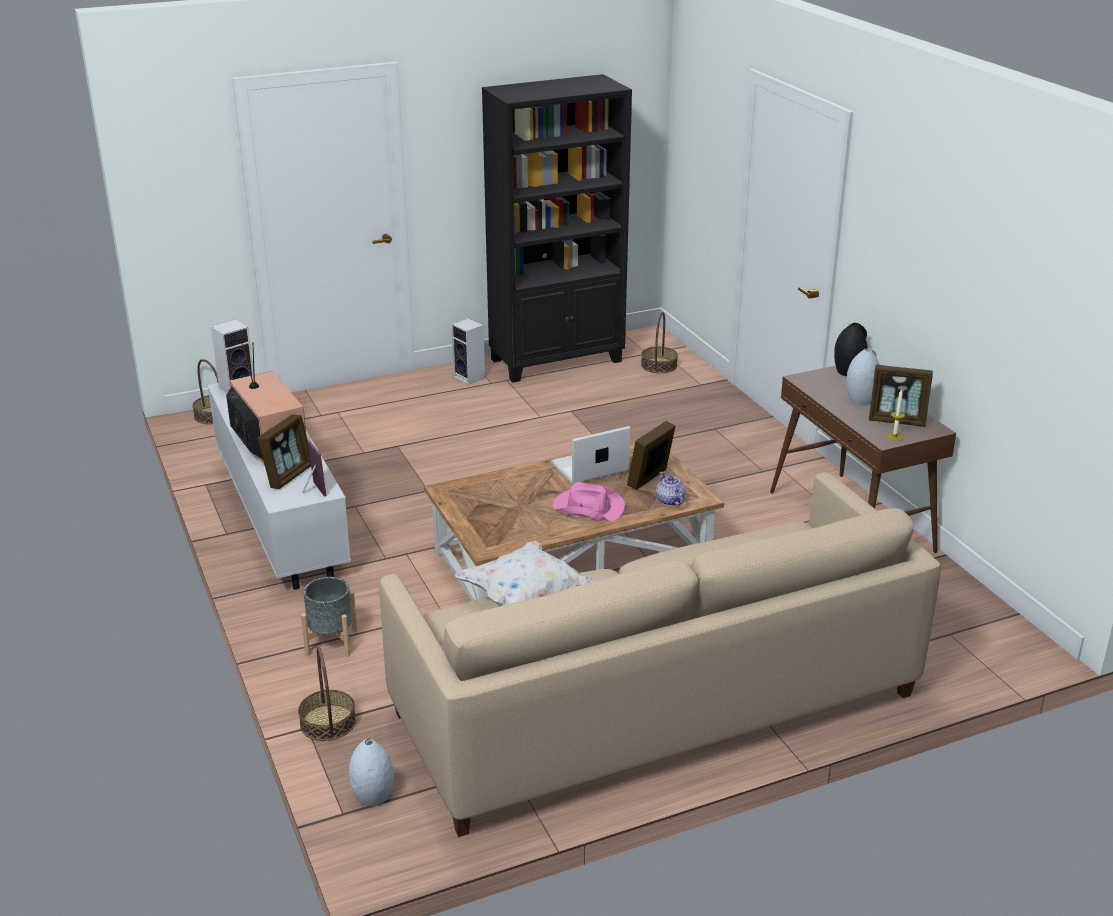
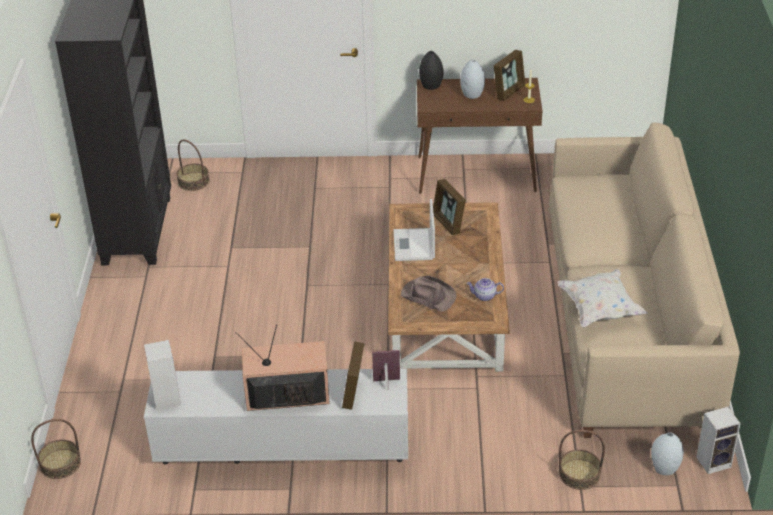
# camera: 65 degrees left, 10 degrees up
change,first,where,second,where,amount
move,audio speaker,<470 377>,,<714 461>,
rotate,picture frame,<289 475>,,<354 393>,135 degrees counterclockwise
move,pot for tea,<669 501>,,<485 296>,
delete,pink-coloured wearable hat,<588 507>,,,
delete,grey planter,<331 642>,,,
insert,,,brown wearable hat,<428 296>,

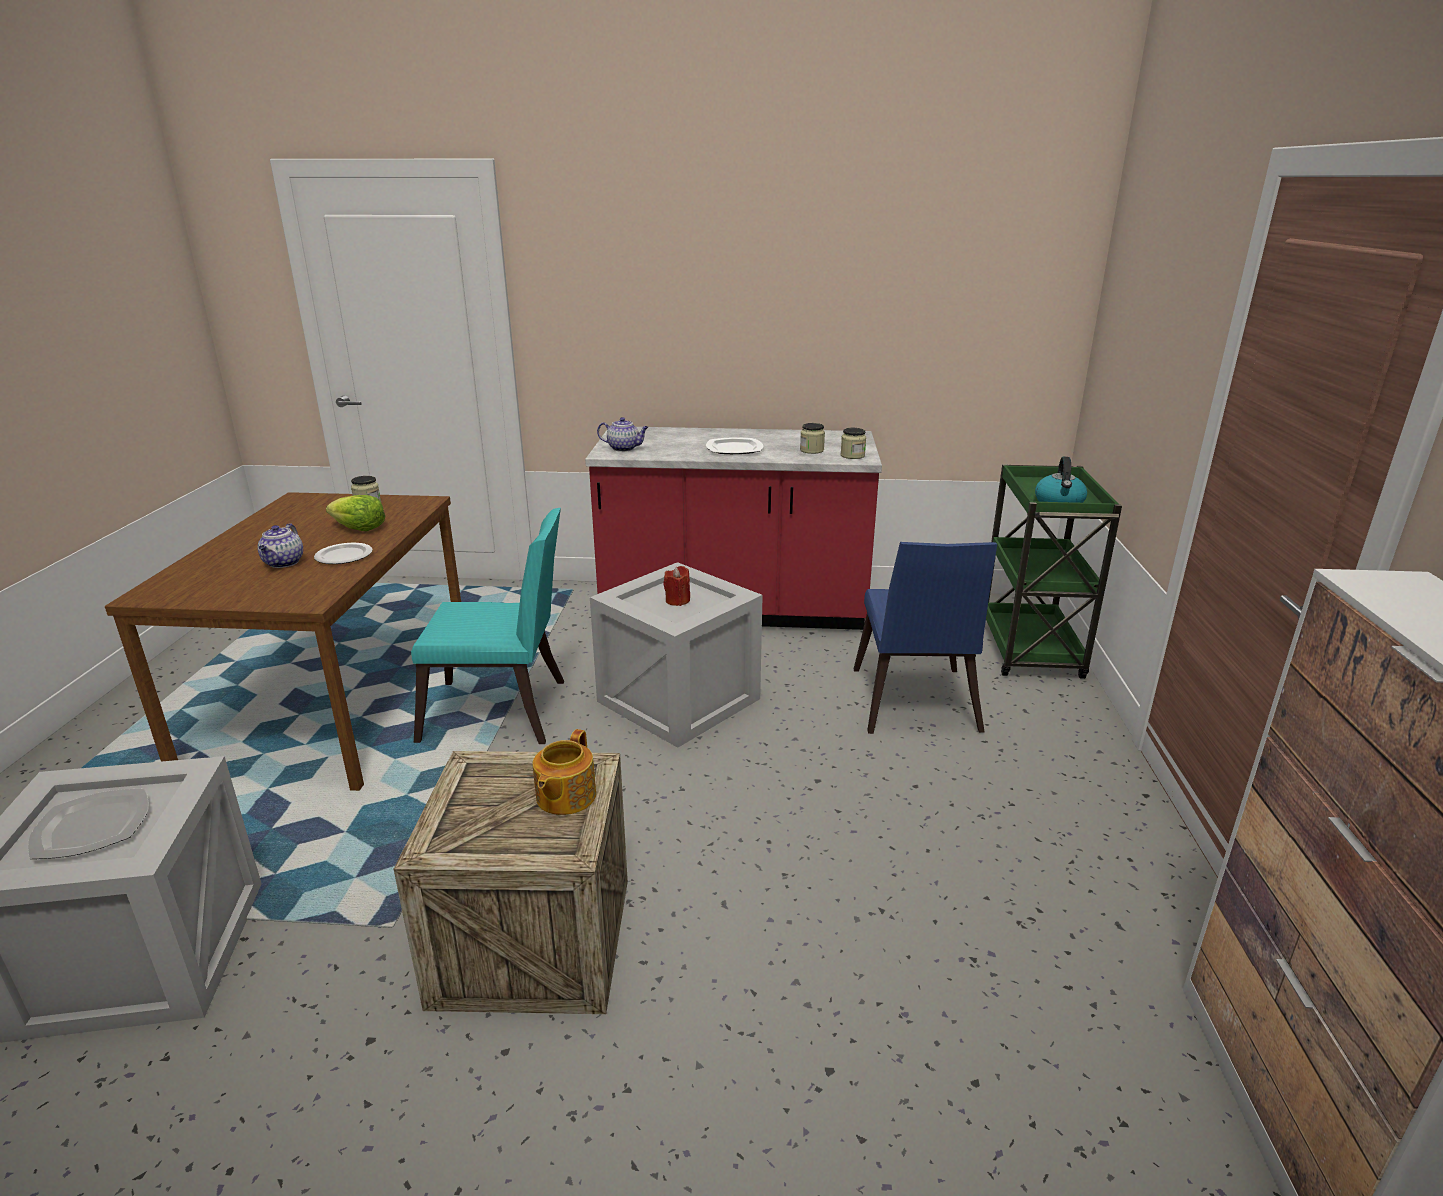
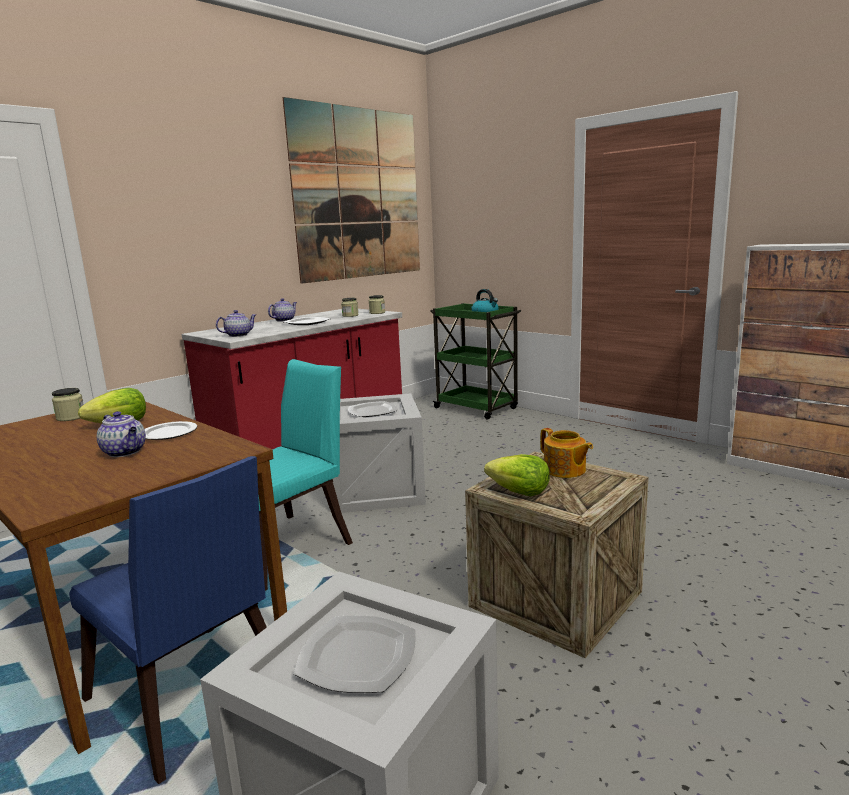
# camera: 50 degrees left, 10 degrees down
change,first,where,second,where,amount
move,bluish chair,<913 705>,,<193 703>,
replace,red-coloured wax candle,<677 600>,flat dish,<372 411>,
insert,,,picture,<358 194>,
insert,,,pot for tea,<284 320>,
insert,,,lettuce,<519 492>,

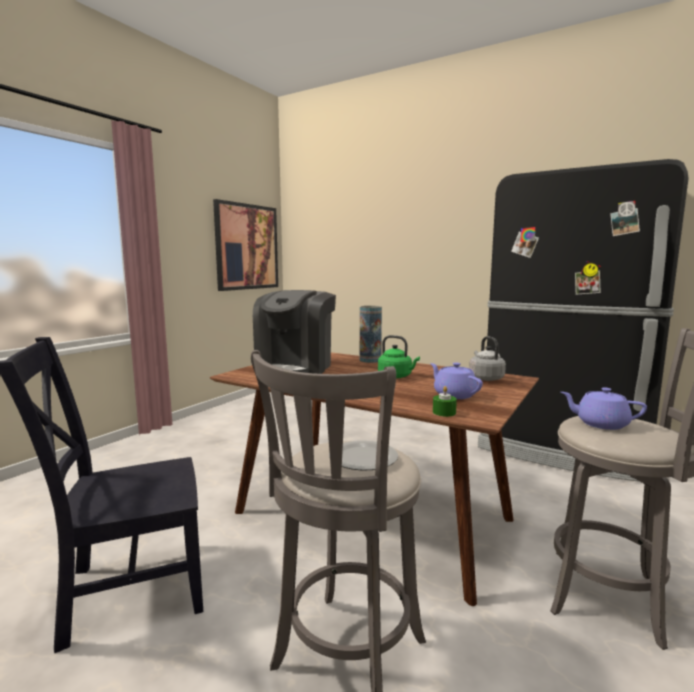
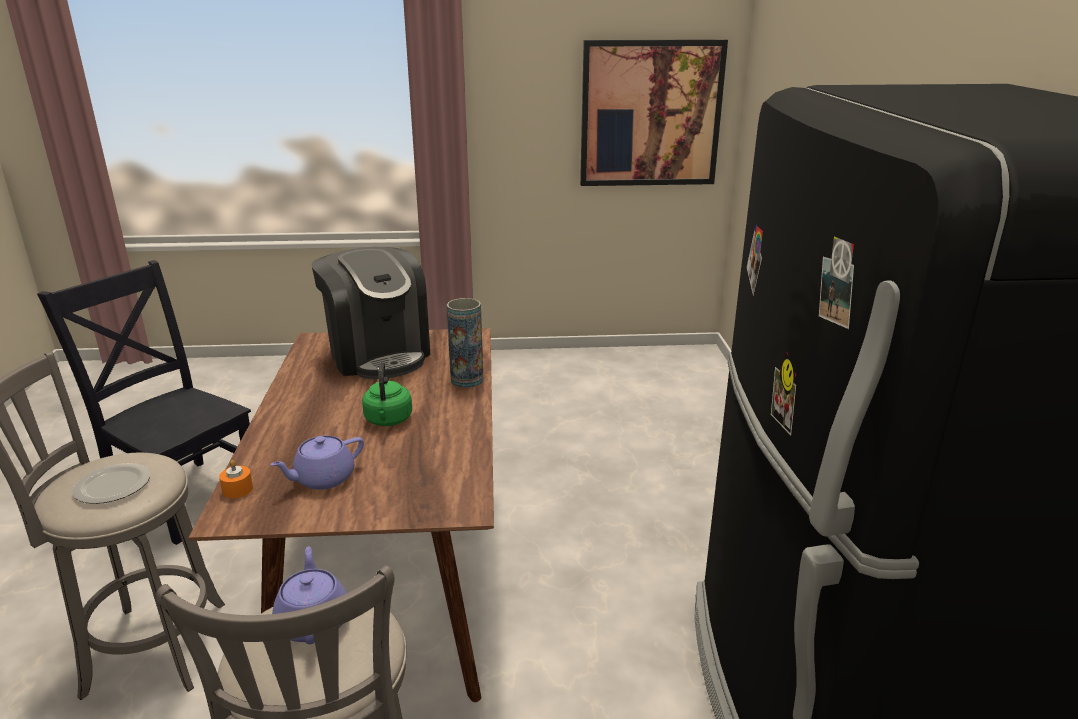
# camera: 55 degrees right, 15 degrees up
change,first,where,second,where,amount
rotate,coffee maker,<295 367>,,<378 354>,105 degrees counterclockwise
delete,grey water kettle,<485 378>,,,
rotate,purple pot for tea,<454 395>,,<323 478>,150 degrees counterclockwise
recolor,green wax candle,<444 412>,orange-coloured wax candle,<237 489>,

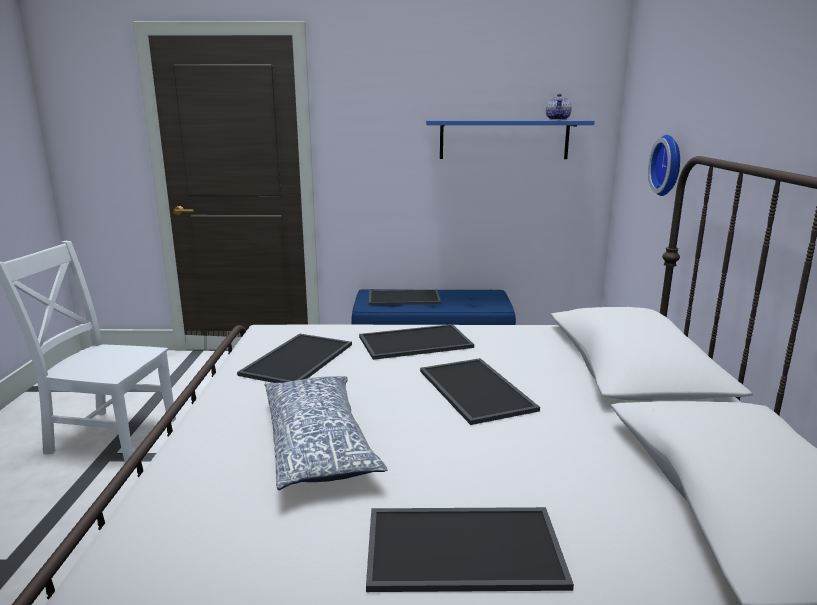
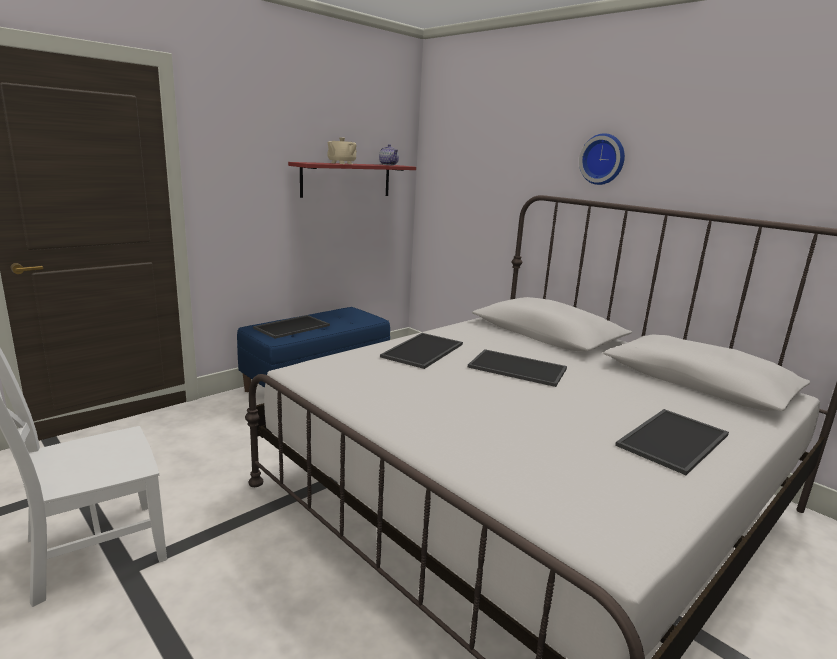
# camera: 45 degrees left, 0 degrees up
change,first,where,second,where,amount
recolor,bluish bracket shelf,<504 139>,red-coloured bracket shelf,<346 180>,
move,clock on the wall,<669 165>,,<603 159>,
delete,tray,<297 358>,,,
delete,pillow,<319 443>,,,
insert,,,beige-coloured pot for tea,<341 163>,

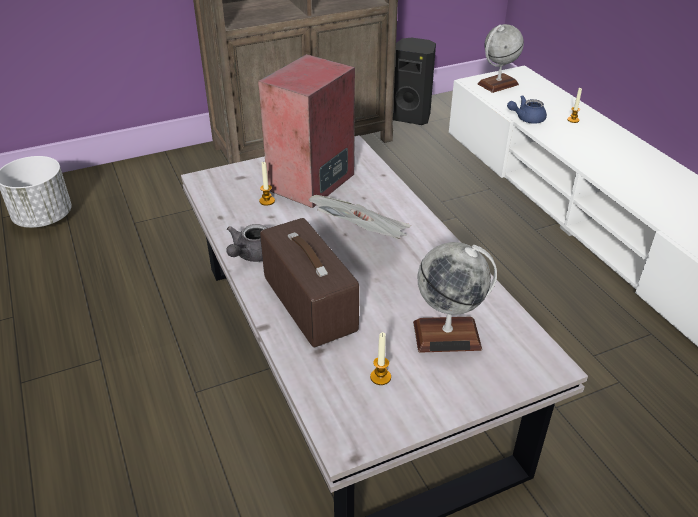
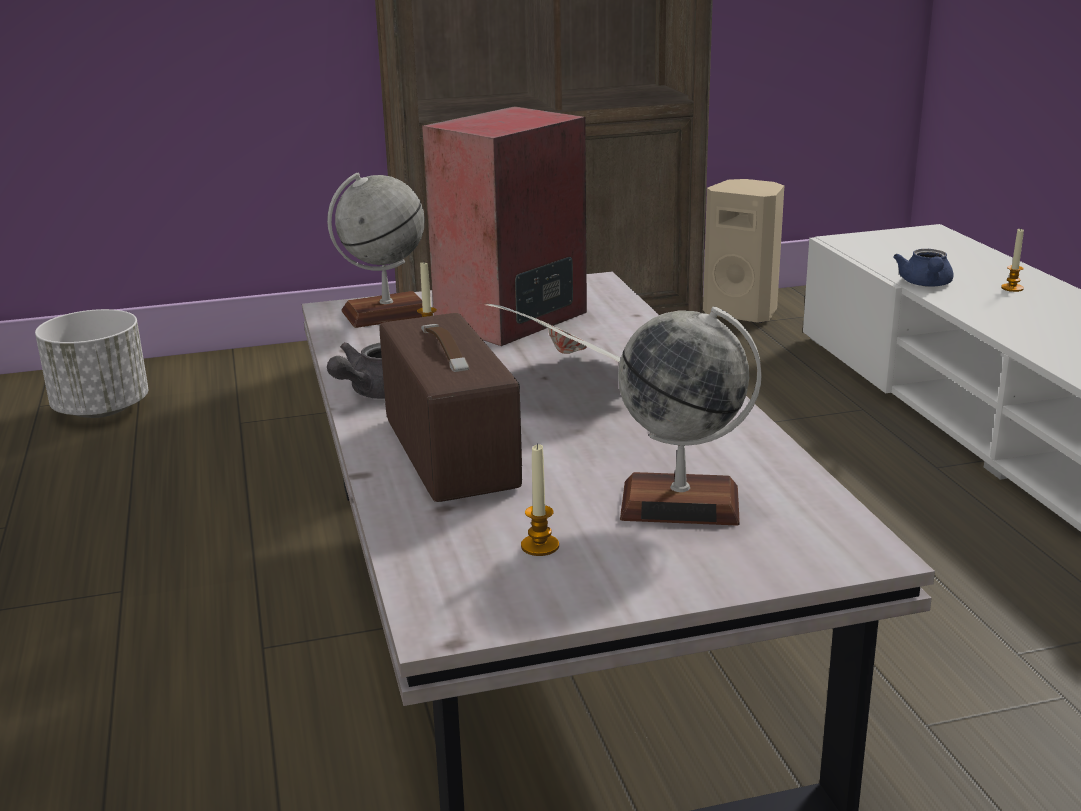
# camera: 10 degrees right, 15 degrees down
change,first,where,second,where,amount
move,globe,<498 84>,,<386 313>,
recolor,black audio speaker,<411 116>,beige-coloured audio speaker,<742 312>,
rotate,bluish pot for tea,<526 119>,,<926 284>,75 degrees counterclockwise

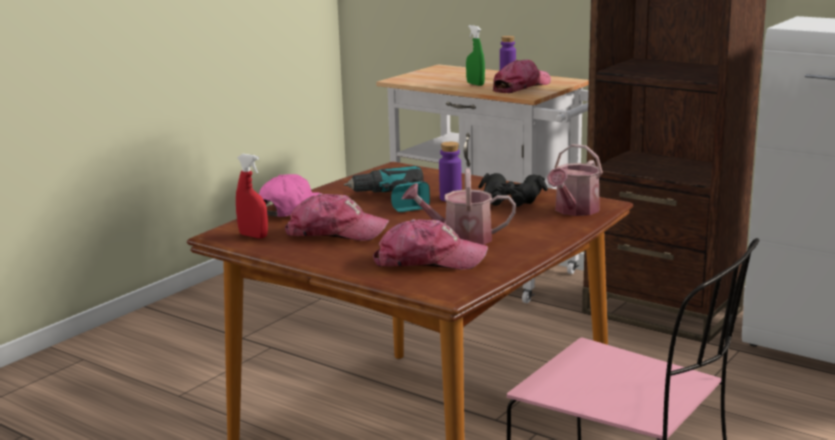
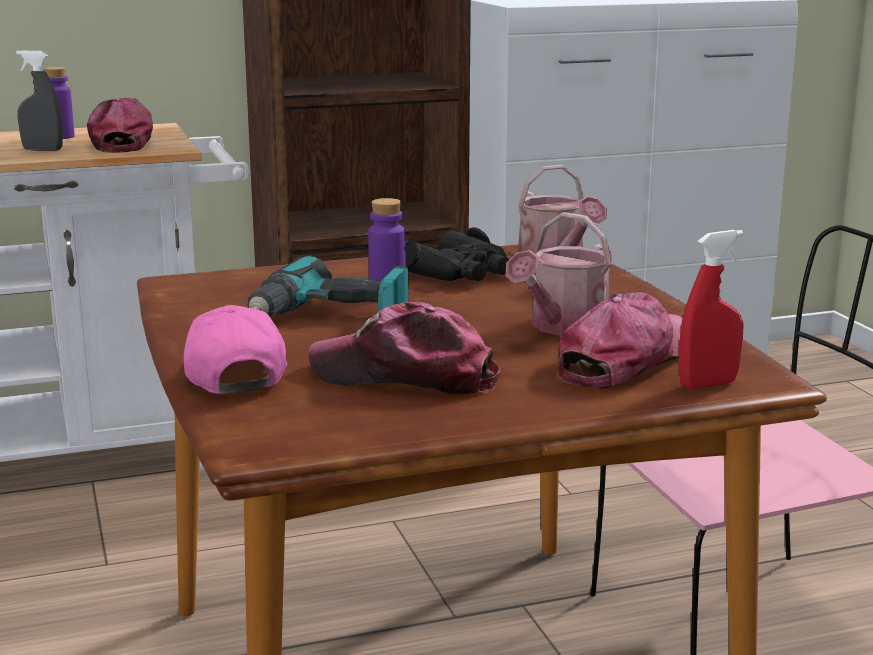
# camera: 55 degrees left, 0 degrees up
change,first,where,second,where,amount
recolor,green spray bottle,<475 84>,grey spray bottle,<42 150>,
move,red-coloured spray bottle,<253 236>,,<708 384>,
rotate,baseball cap,<336 232>,,<405 376>,120 degrees counterclockwise

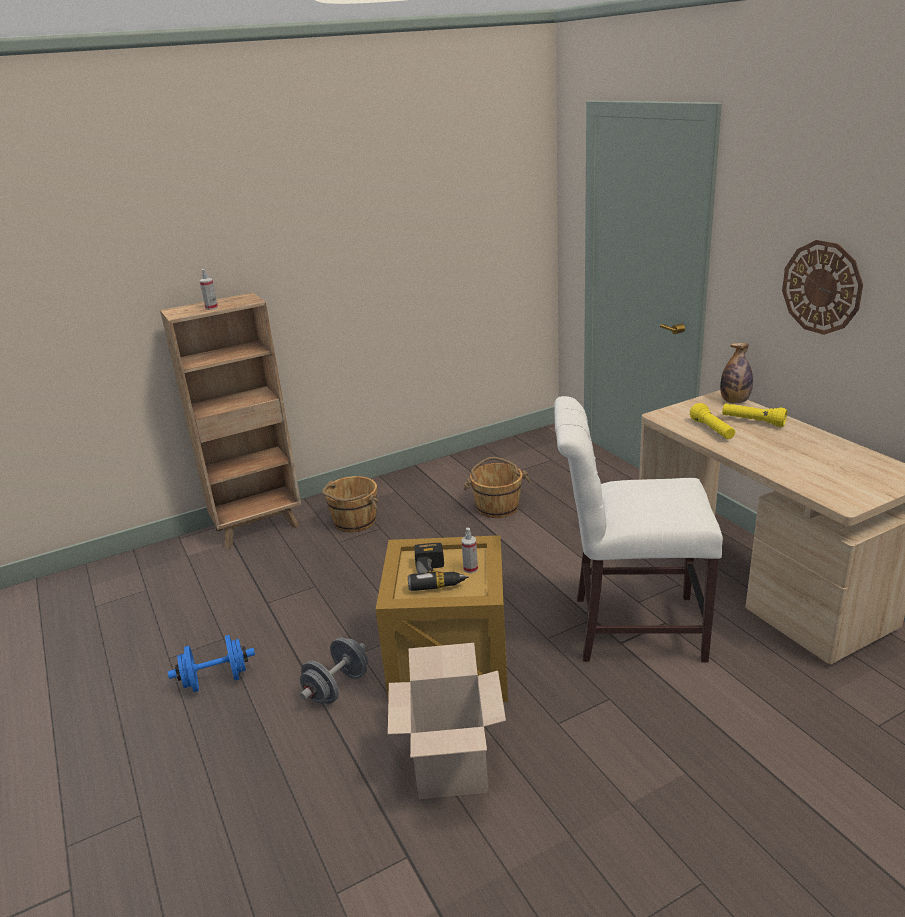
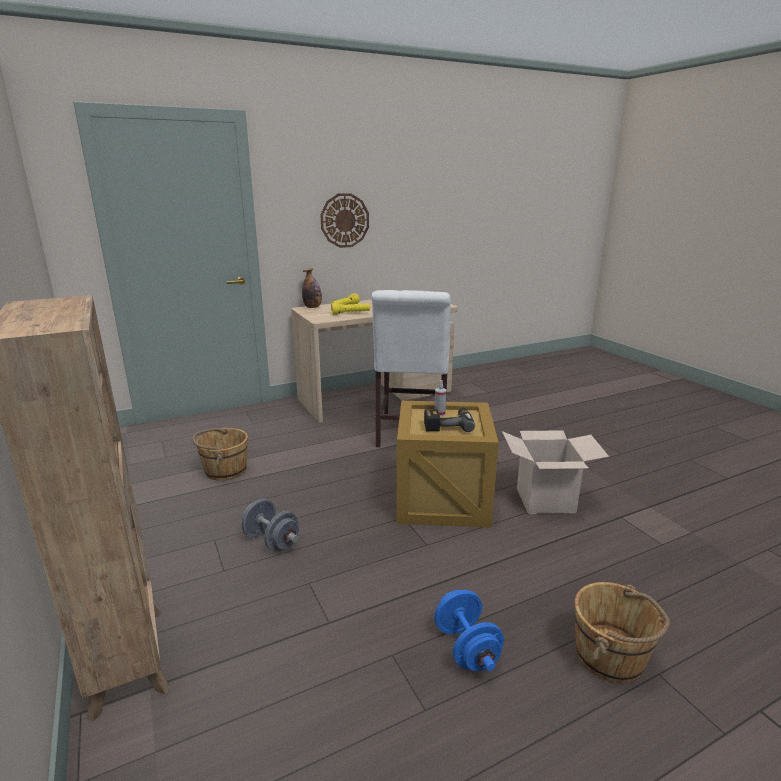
# camera: 90 degrees left, 5 degrees down
change,first,where,second,where,amount
delete,spray bottle,<211 308>,,,
move,brown pail,<354 521>,,<611 656>,
move,grey free weight,<337 688>,,<271 541>,

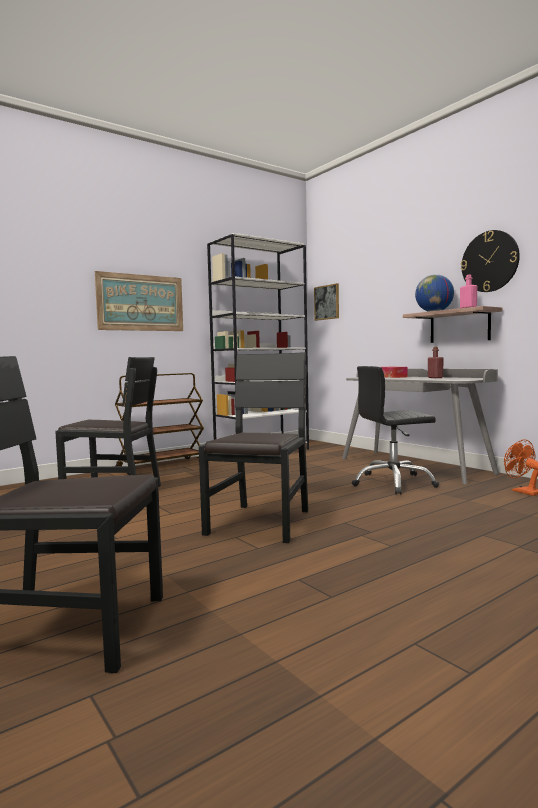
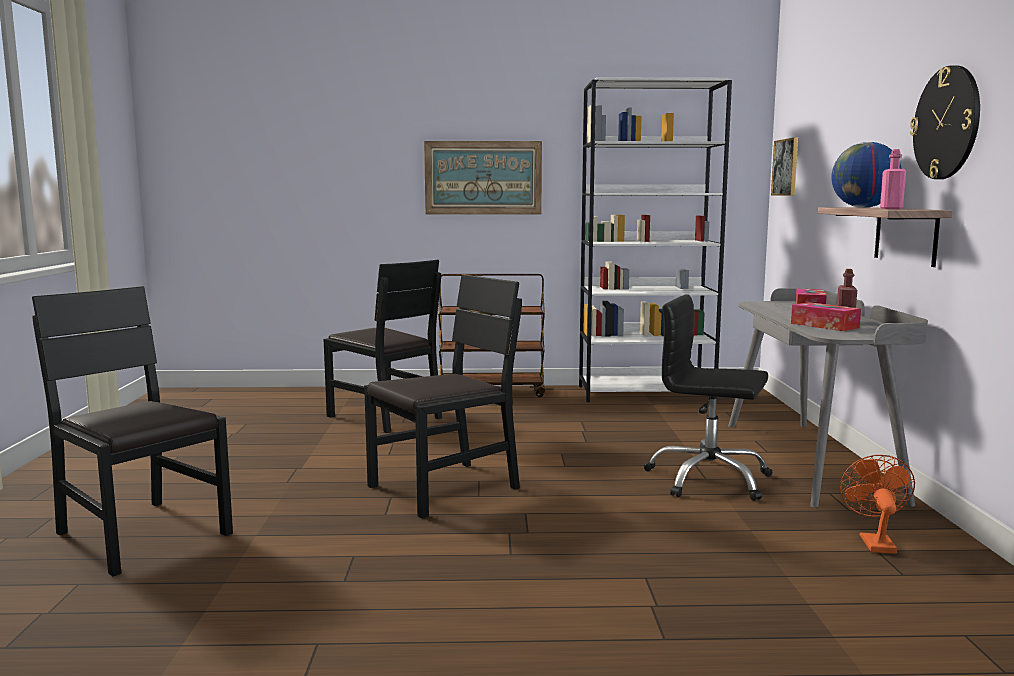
# camera: 35 degrees right, 5 degrees up
change,first,where,second,where,amount
insert,,,tissue holder,<824 325>,

